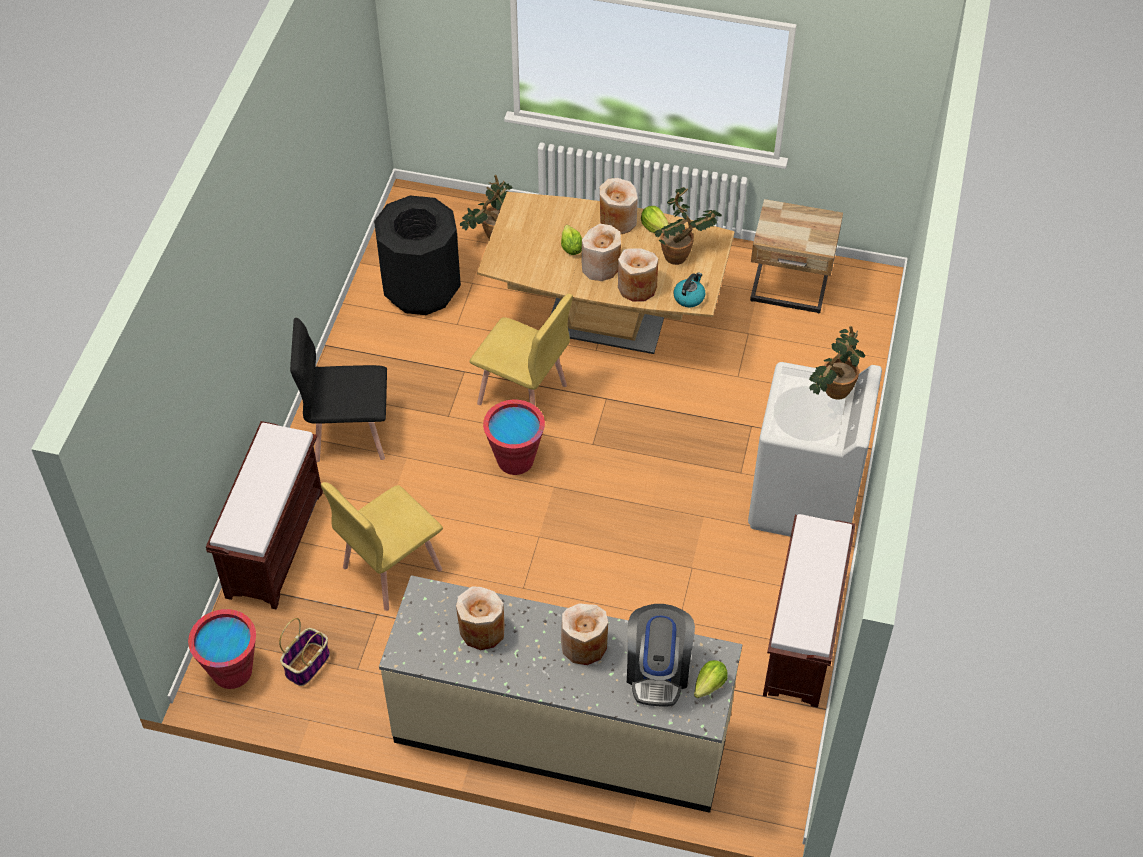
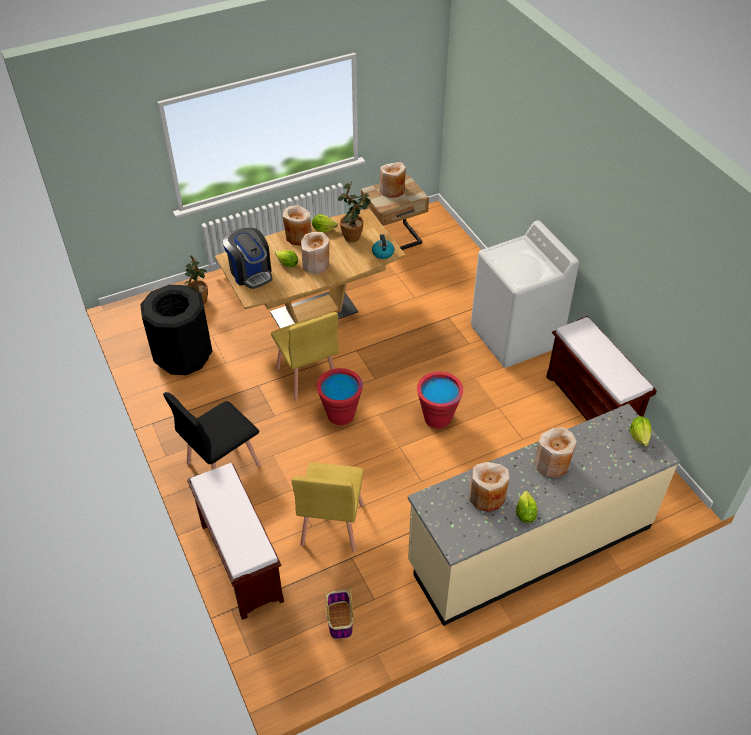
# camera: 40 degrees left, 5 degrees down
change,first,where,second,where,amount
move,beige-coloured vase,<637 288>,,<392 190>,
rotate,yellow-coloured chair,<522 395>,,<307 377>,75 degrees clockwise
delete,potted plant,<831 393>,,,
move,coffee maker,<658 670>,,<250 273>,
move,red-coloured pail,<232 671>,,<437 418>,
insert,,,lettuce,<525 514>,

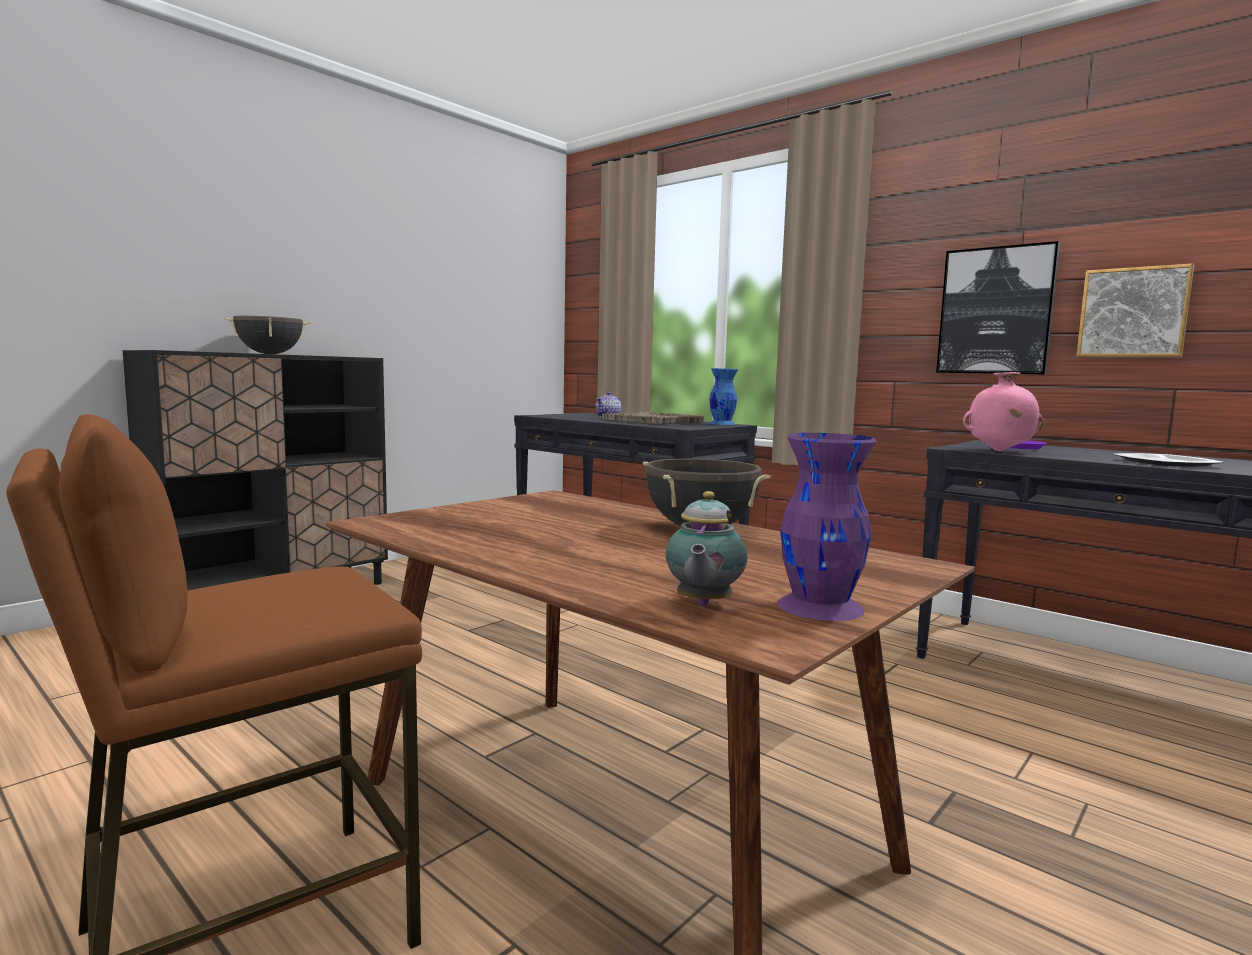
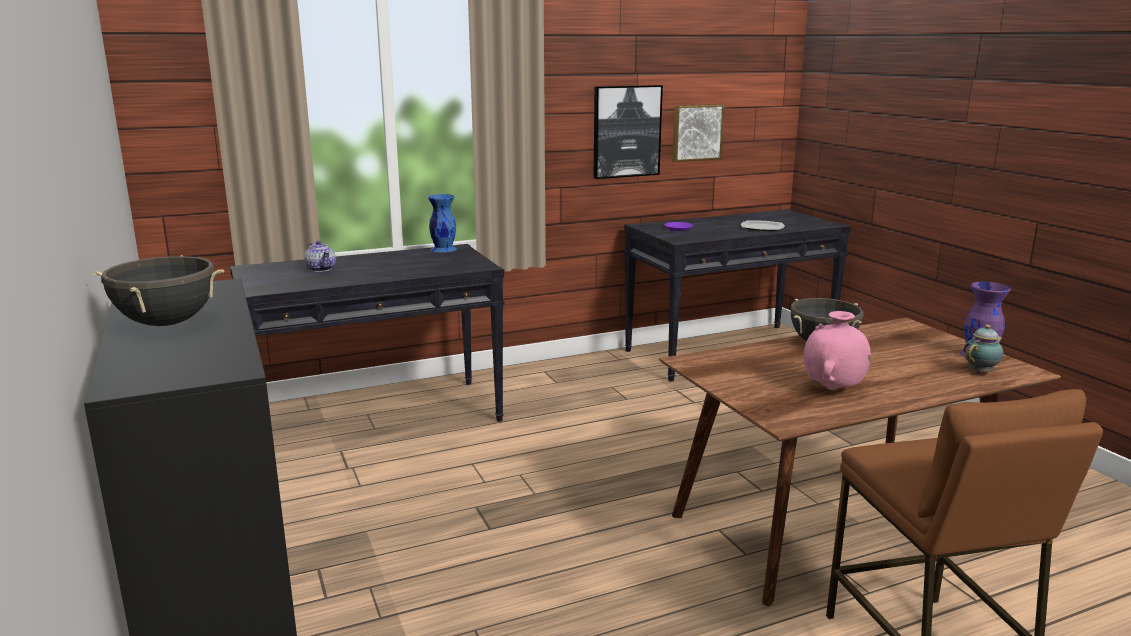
# camera: 65 degrees left, 10 degrees up
change,first,where,second,where,amount
move,pink-coloured vase,<999 451>,,<833 389>,
delete,grey tray,<653 421>,,,
rotate,pot for tea,<702 604>,,<981 372>,75 degrees counterclockwise

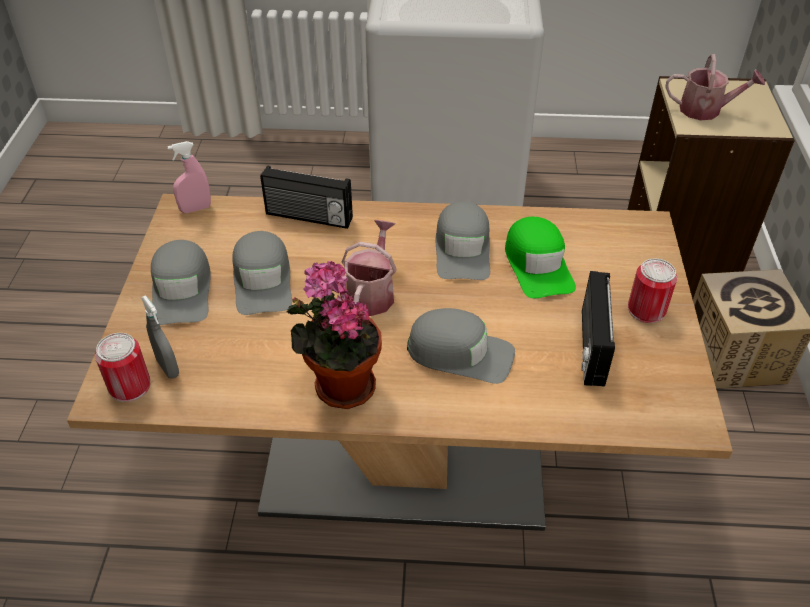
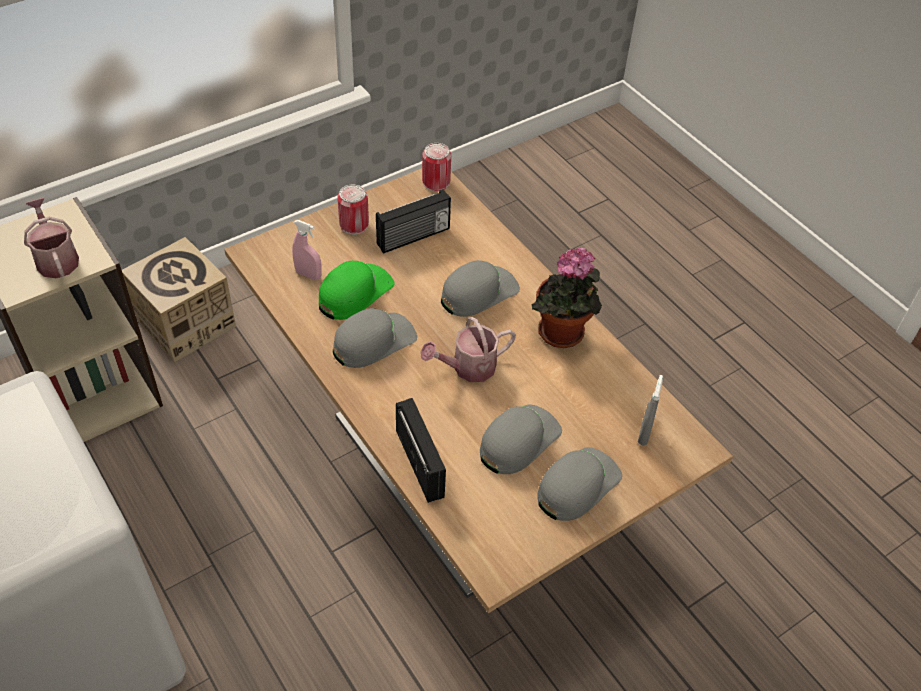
# camera: 130 degrees left, 5 degrees up
change,first,where,second,where,amount
move,pink-coloured spray bottle,<195 209>,,<308 275>,
rotate,grey baseball cap,<460 353>,,<478 293>,75 degrees clockwise
move,sealed can,<129 386>,,<436 182>,

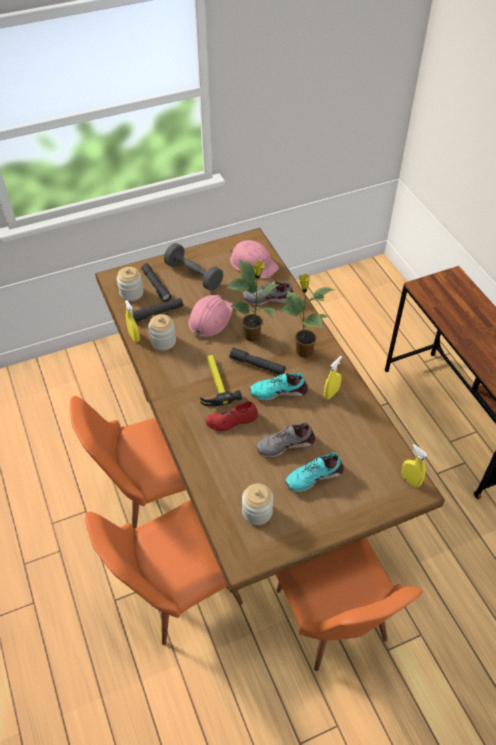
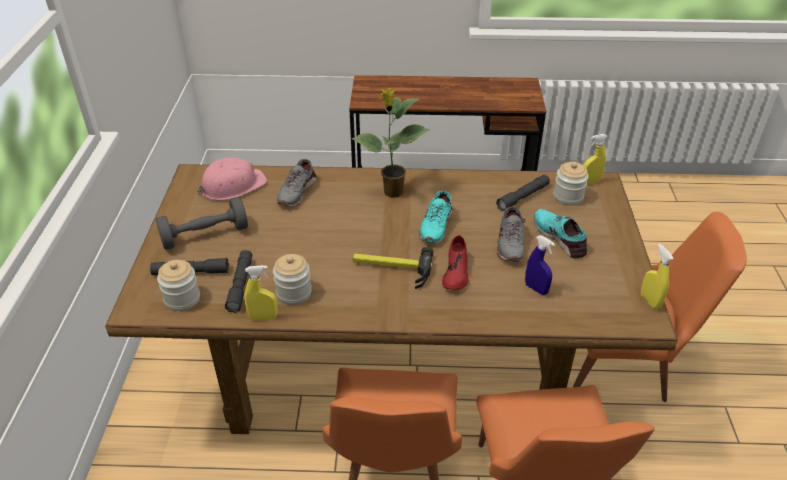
# camera: 65 degrees left, 10 degrees down
change,first,where,second,where,amount
delete,potted plant,<253 336>,,,
delete,pink-coloured hard hat,<210 319>,,,
move,grey flashlight,<257 365>,,<523 197>,
move,yellow-coloured spray bottle,<331 393>,,<650 301>,
rotate,turquoise item of footwear,<313 476>,,<560 237>,150 degrees clockwise
move,storage jar,<257 512>,,<568 197>,
insert,,,bluish spray bottle,<536 289>,

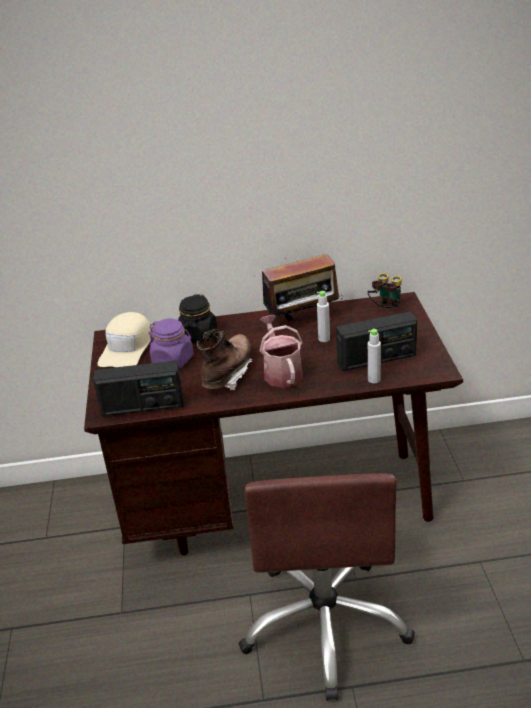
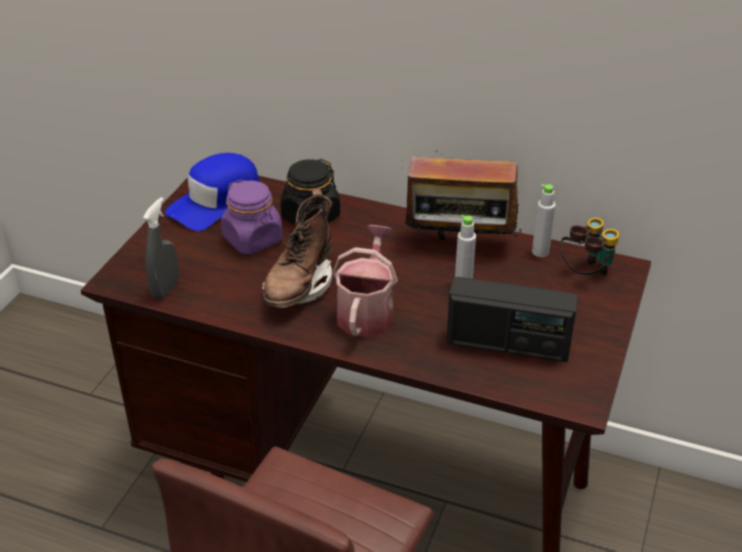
# camera: 25 degrees right, 5 degrees up
change,first,where,second,where,amount
recolor,beige-coloured baseball cap,<127 348>,bluish baseball cap,<216 201>,
rotate,brown boot,<227 374>,,<299 286>,150 degrees clockwise
move,grey bottle,<374 379>,,<540 252>,
replace,radio receiver,<142 406>,grey spray bottle,<165 289>,

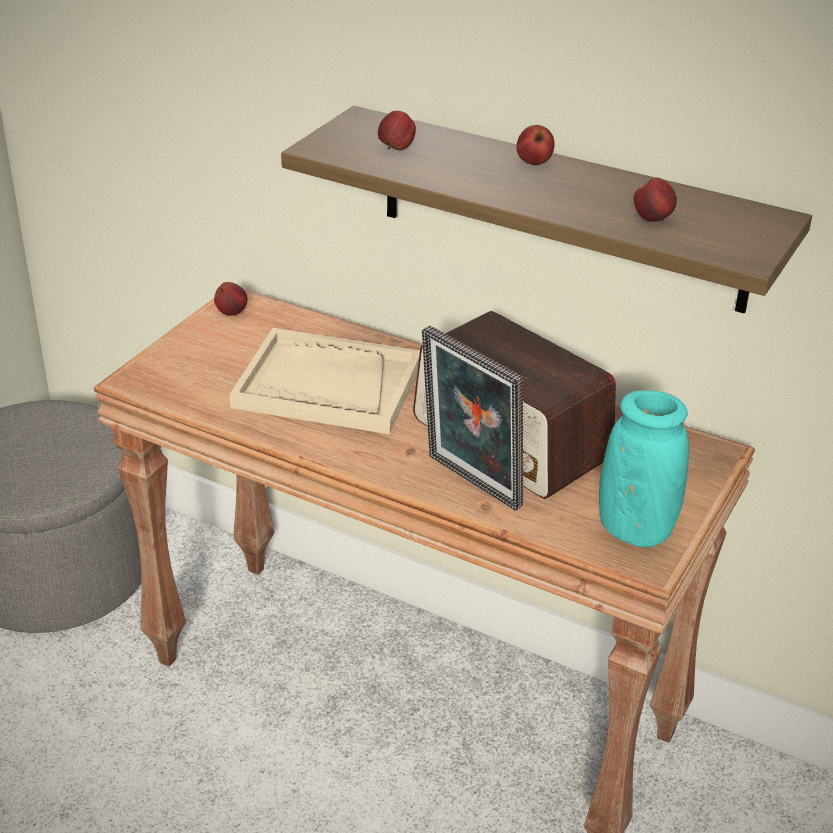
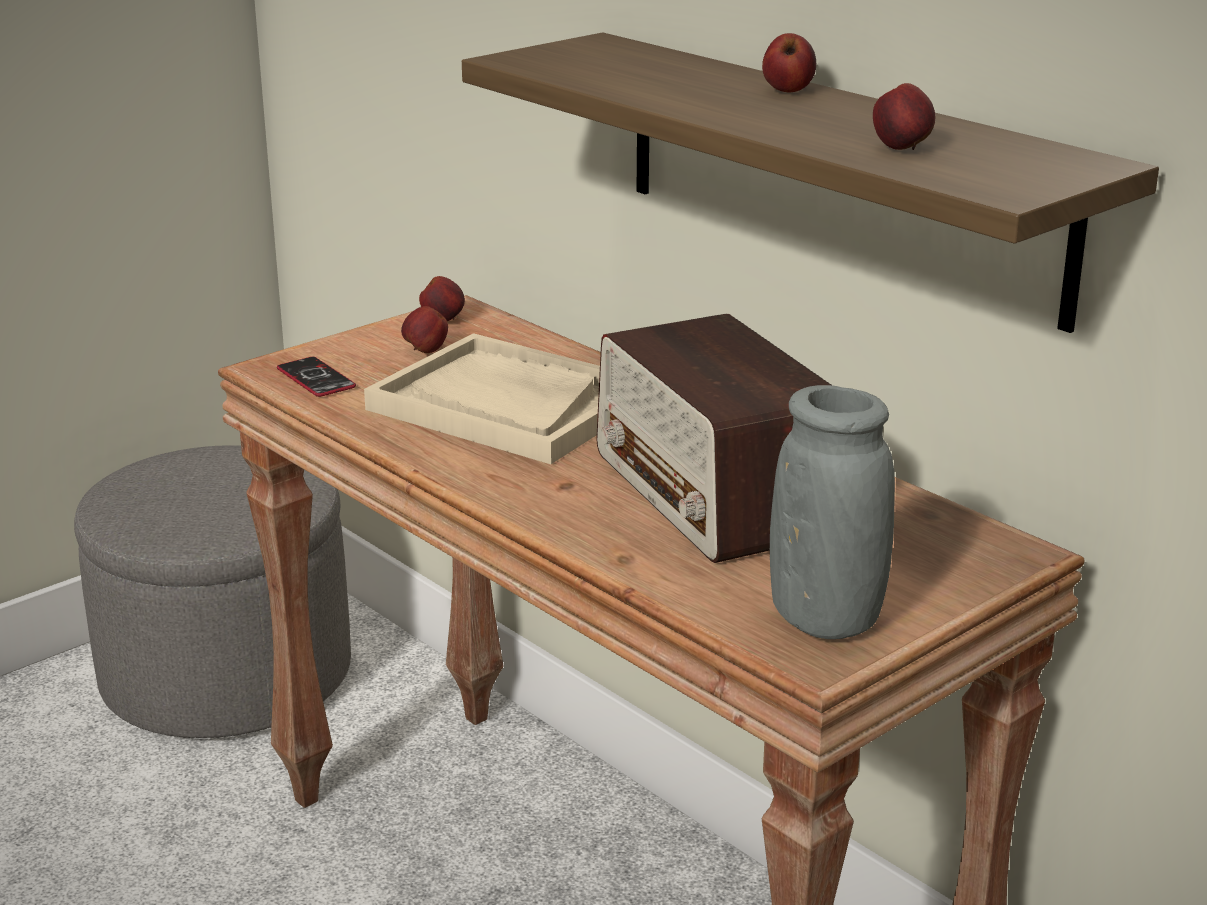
# camera: 20 degrees right, 10 degrees down
change,first,where,second,where,amount
move,apple,<396 149>,,<425 351>,
delete,picture frame,<469 484>,,,
recolor,turquoise vase,<635 530>,grey vase,<825 619>,
insert,,,telephone,<316 378>,

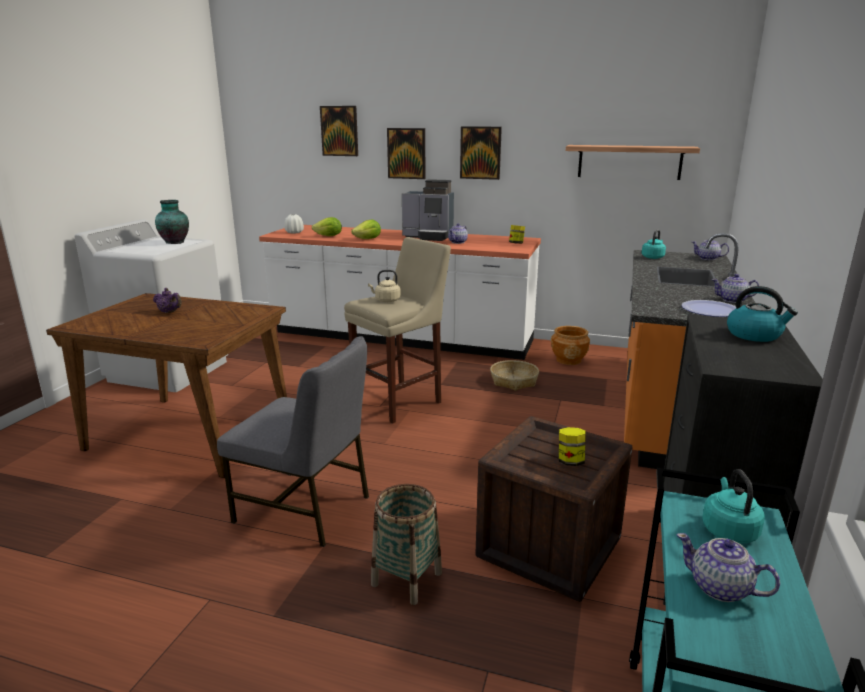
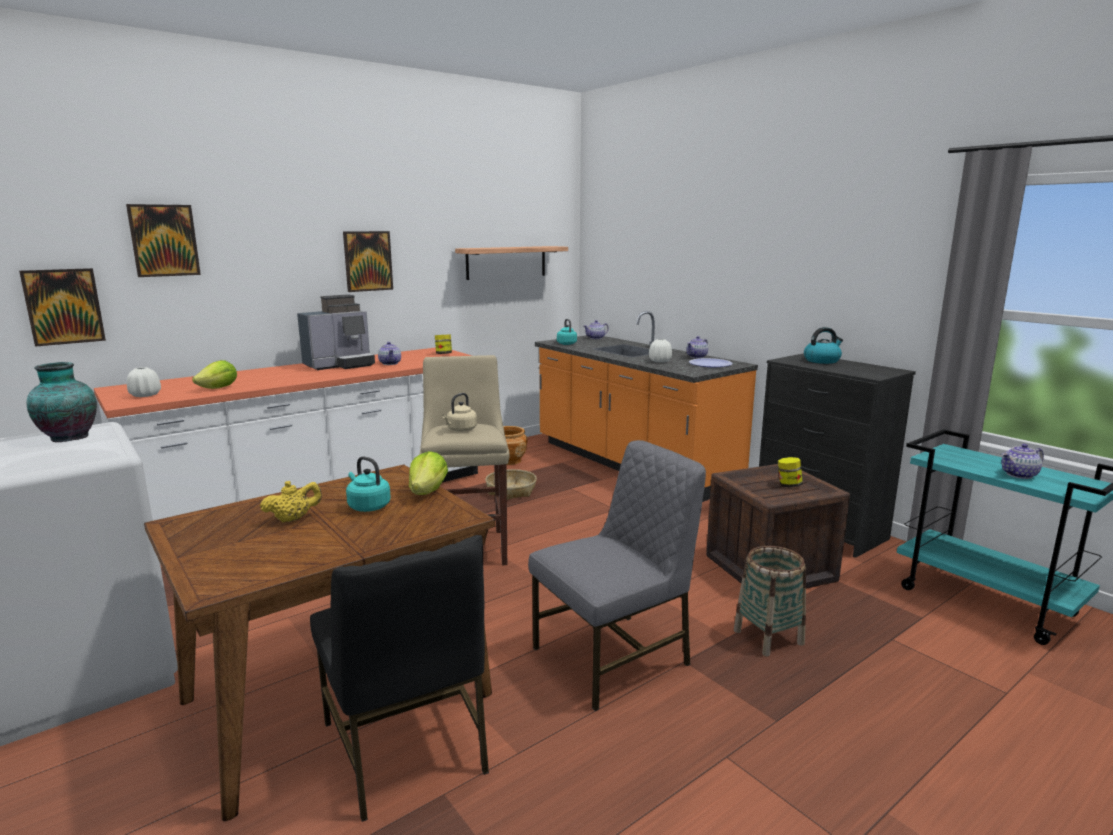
# camera: 55 degrees left, 5 degrees down
change,first,where,second,where,amount
move,picture,<406 153>,,<63 306>,
move,lettuce,<368 239>,,<428 492>,
recolor,purple pot for tea,<169 312>,yellow-coloured pot for tea,<293 519>,
move,turquoise water kettle,<728 530>,,<367 506>,
insert,,,whitish vase,<660 361>,
insert,,,black chair,<406 748>,

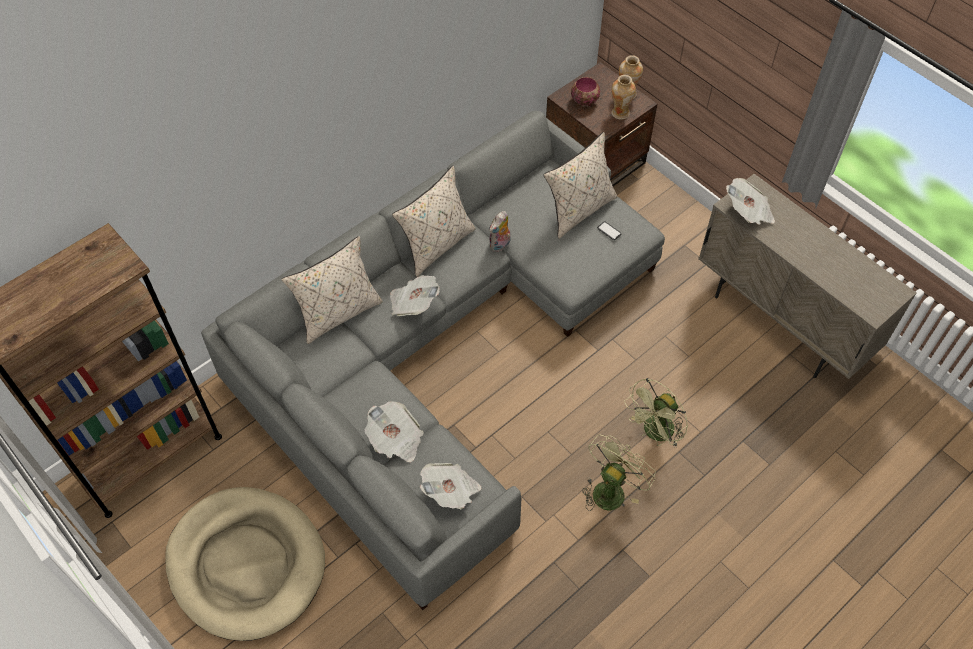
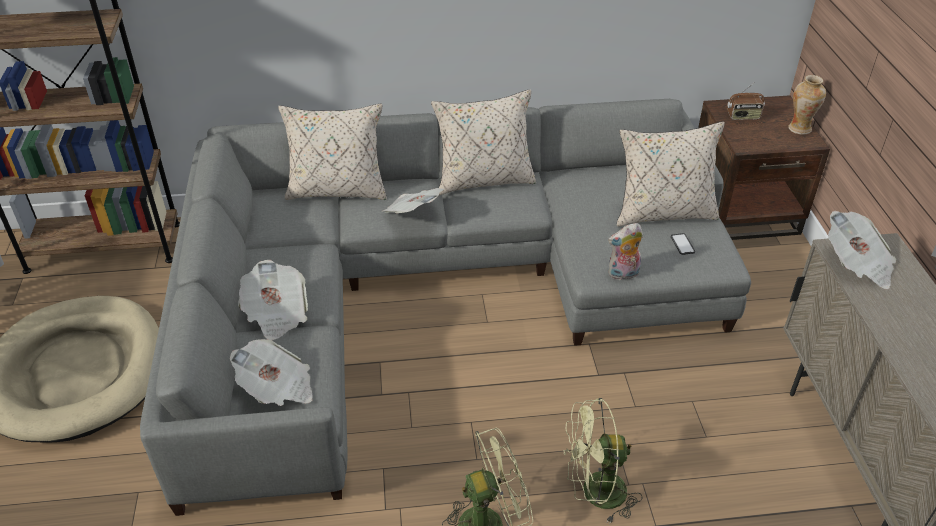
# camera: 35 degrees right, 15 degrees down
change,first,where,second,where,amount
delete,vase,<620 113>,,,
replace,deep dish,<584 100>,radio receiver,<743 117>,
move,plush toy,<500 245>,,<623 274>,

